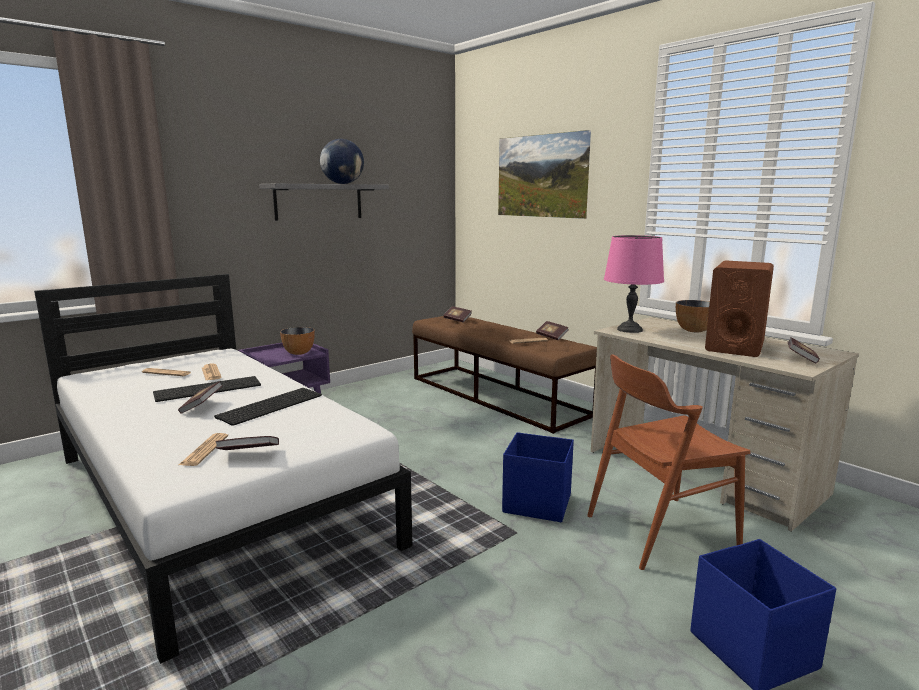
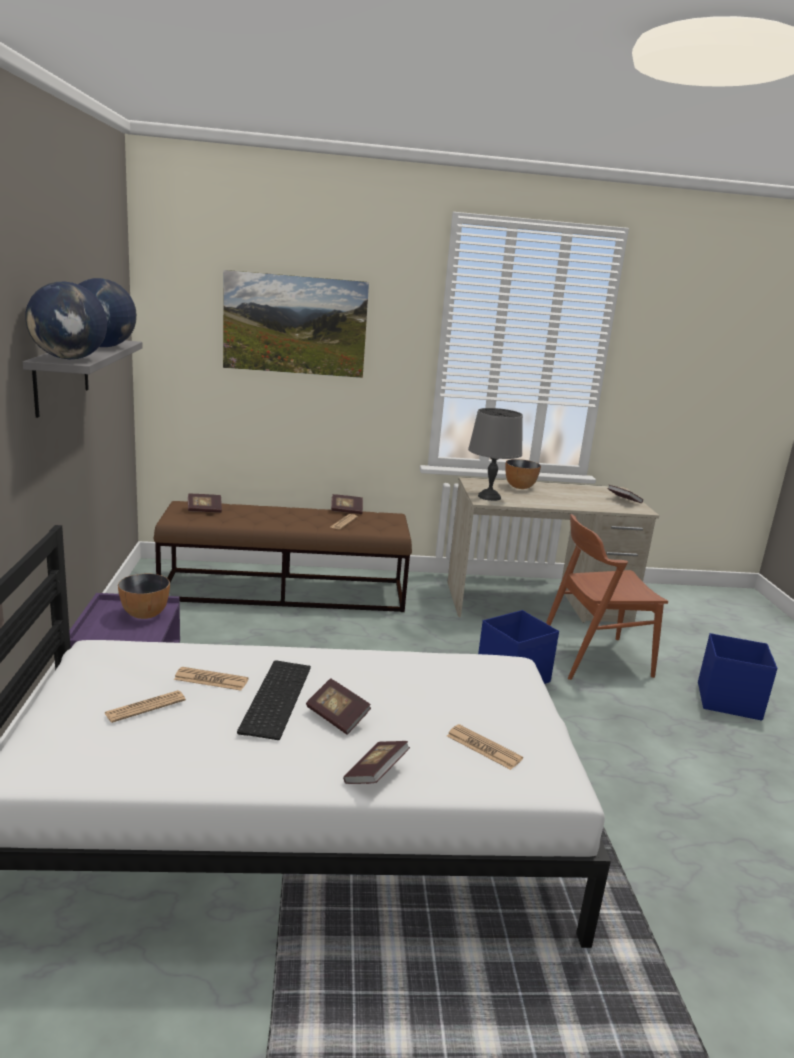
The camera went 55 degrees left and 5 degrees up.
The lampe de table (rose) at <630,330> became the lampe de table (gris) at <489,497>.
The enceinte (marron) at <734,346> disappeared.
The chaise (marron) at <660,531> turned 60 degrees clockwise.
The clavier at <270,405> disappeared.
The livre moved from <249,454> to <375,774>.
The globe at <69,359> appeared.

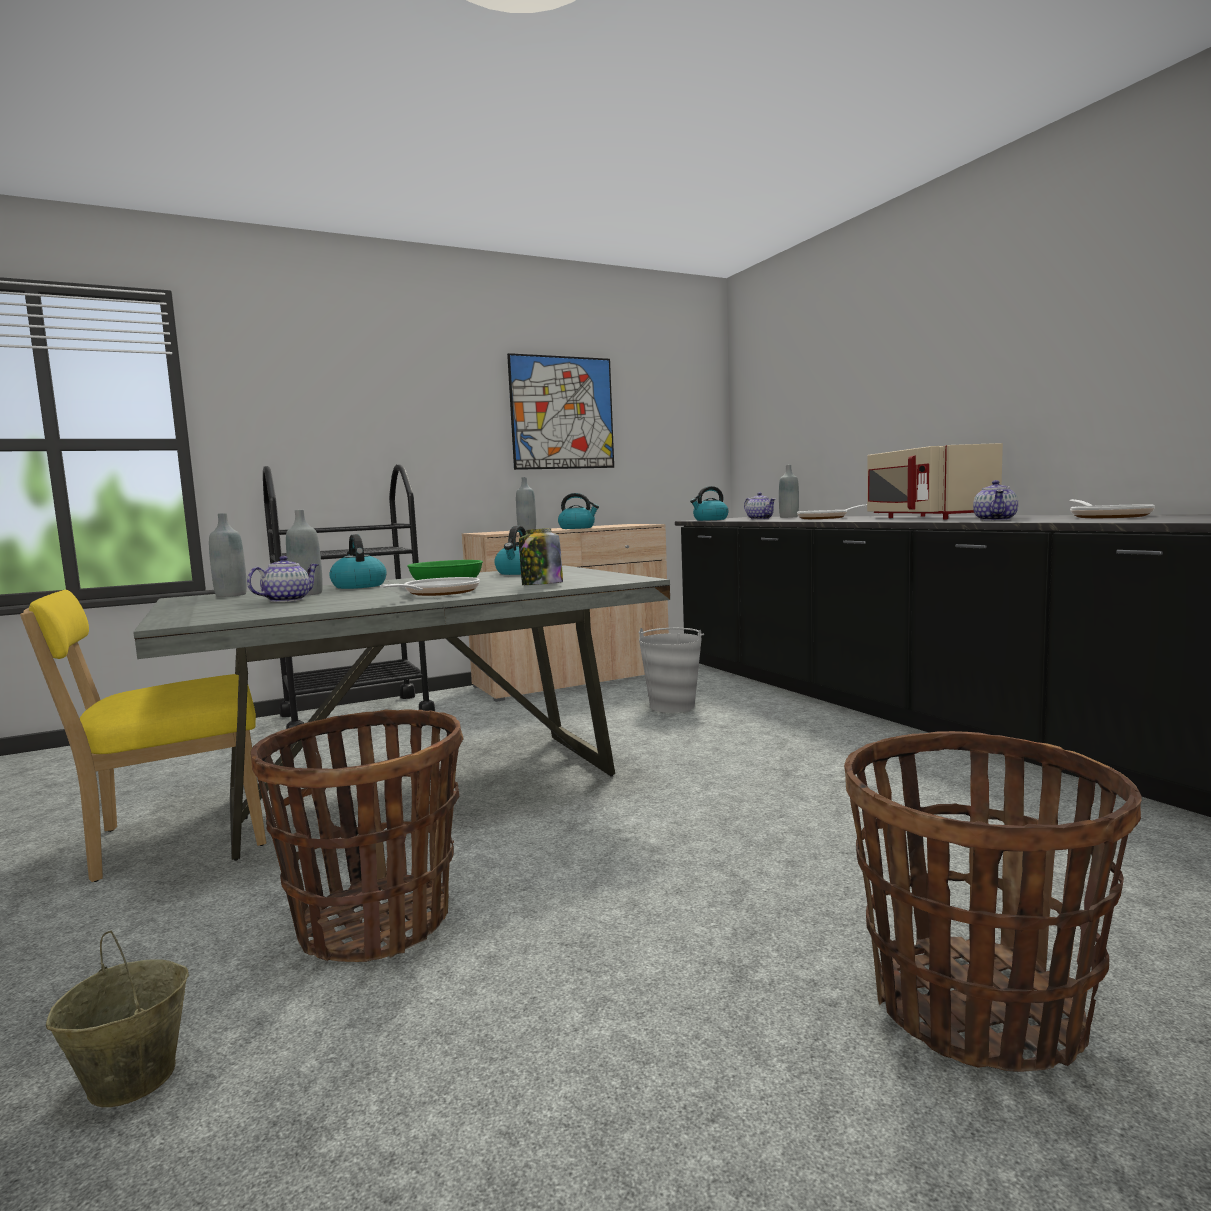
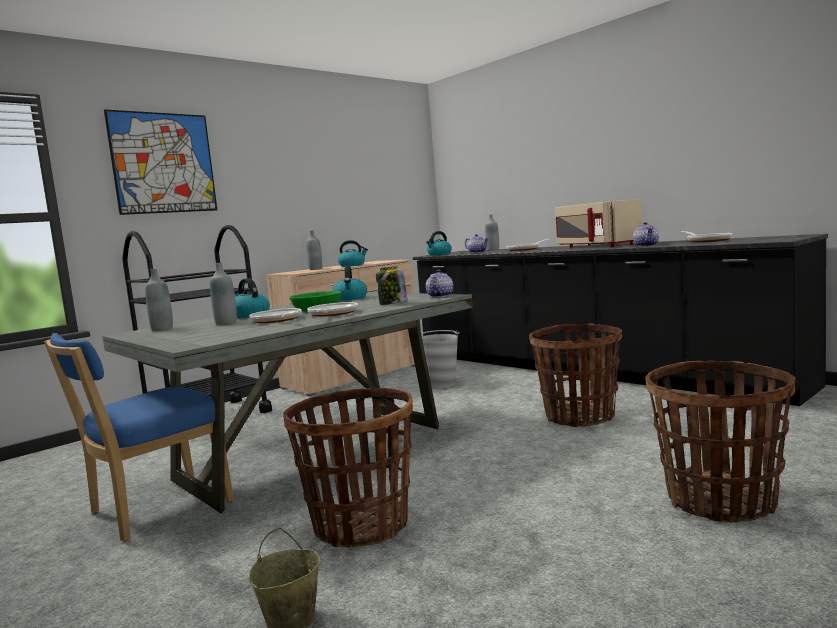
The camera went 15 degrees left and 0 degrees up.
The tableau moved from <562,413> to <163,163>.
The théière moved from <287,600> to <439,296>.
The chaise (jaune) at <172,839> became the chaise (bleu) at <154,510>.
The poêle at <277,320> appeared.
The panier at <579,417> appeared.

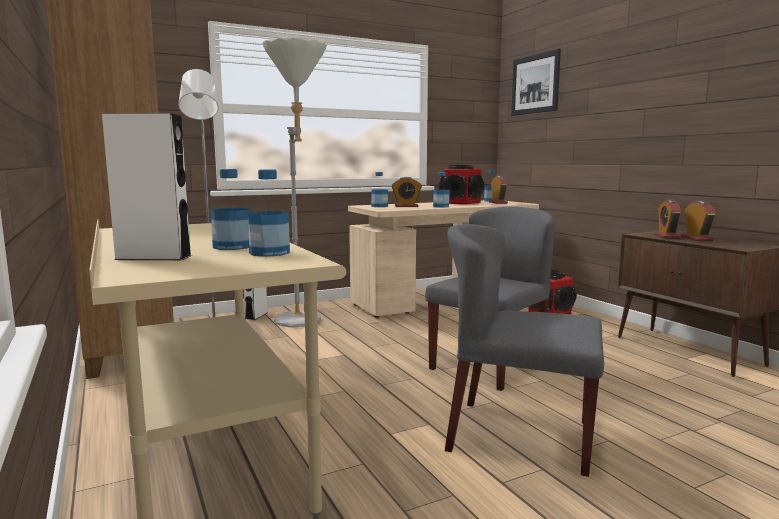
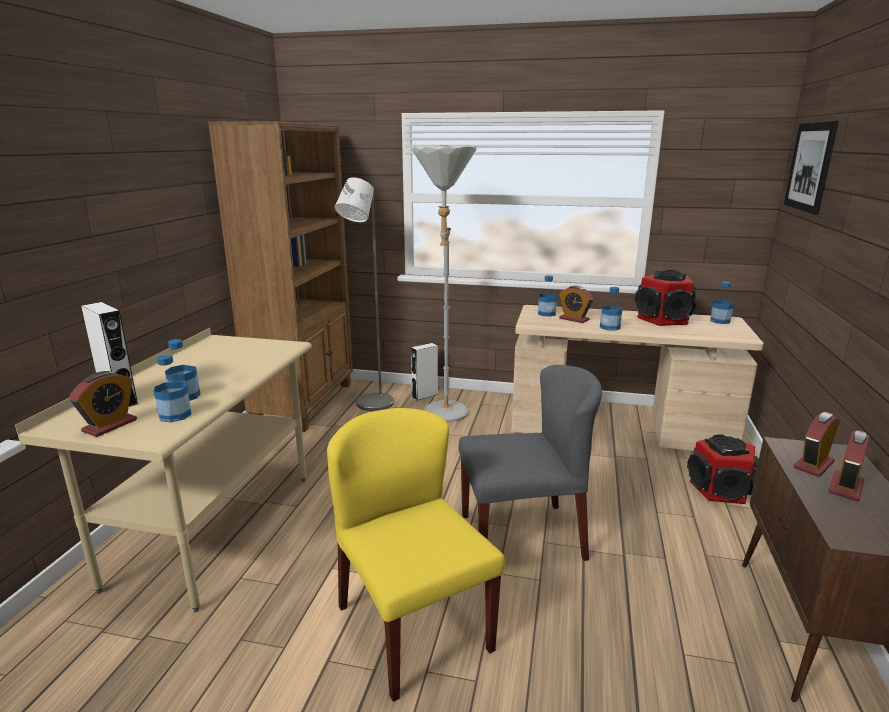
The camera went 40 degrees right and 10 degrees up.
The réveil moved from <498,203> to <110,425>.
The chaise (gris) at <519,435> became the chaise (jaune) at <413,626>.

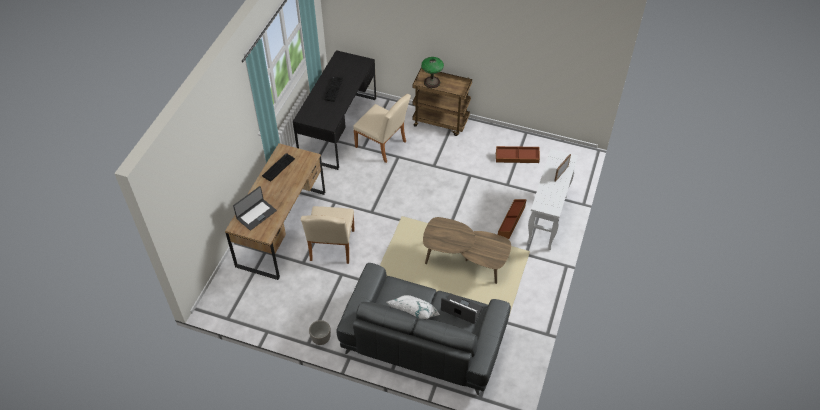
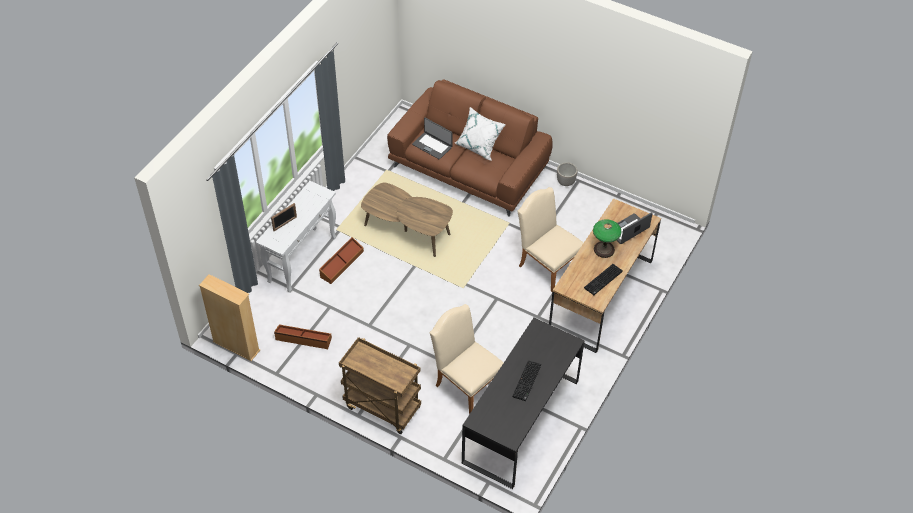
The camera went 170 degrees left and 0 degrees up.
The lampe de table moved from <432,82> to <604,249>.
The chaise (beige) at <331,248> turned 60 degrees counterclockwise.
The canapé (gris) at <423,340> became the canapé (marron) at <469,168>.
The bibliothèque (beige) at <236,346> appeared.

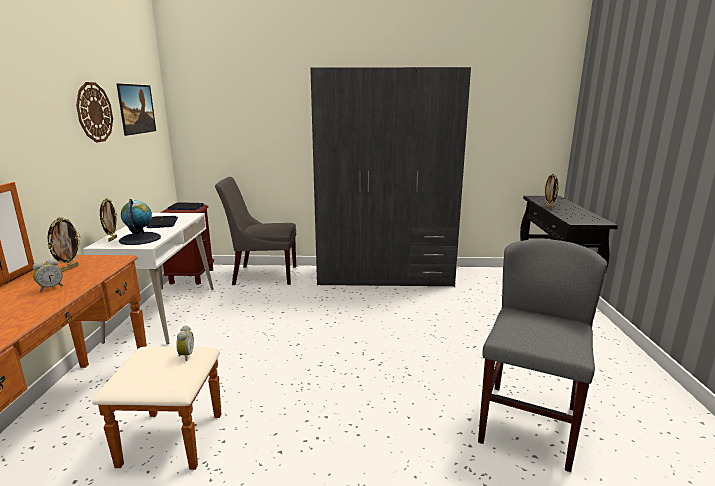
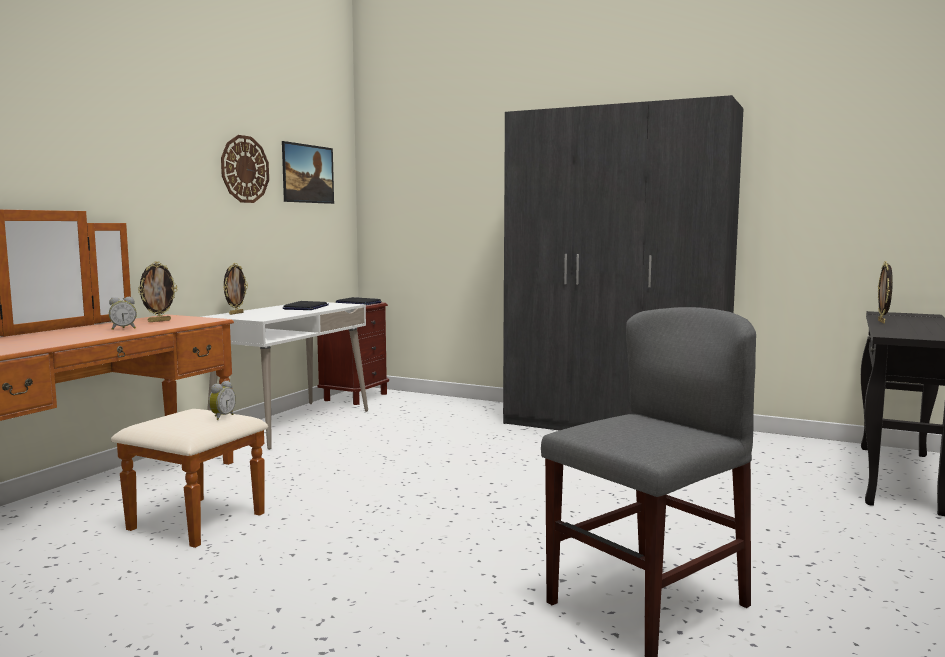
The camera went 25 degrees right and 10 degrees down.
The chaise (gris) at <262,275> disappeared.
The globe at <140,239> disappeared.

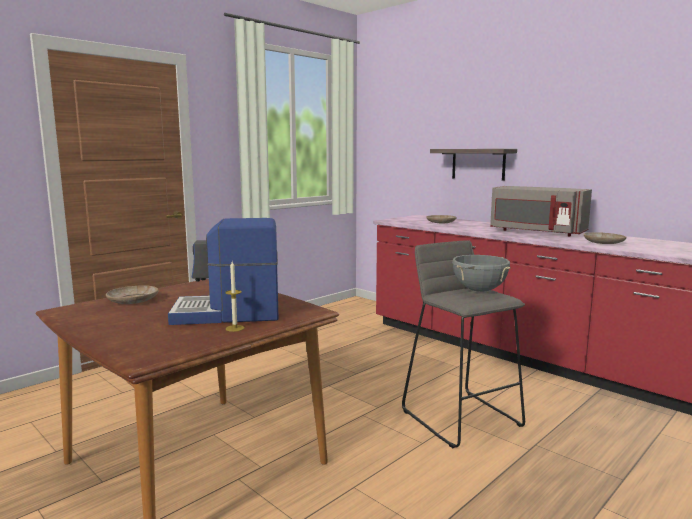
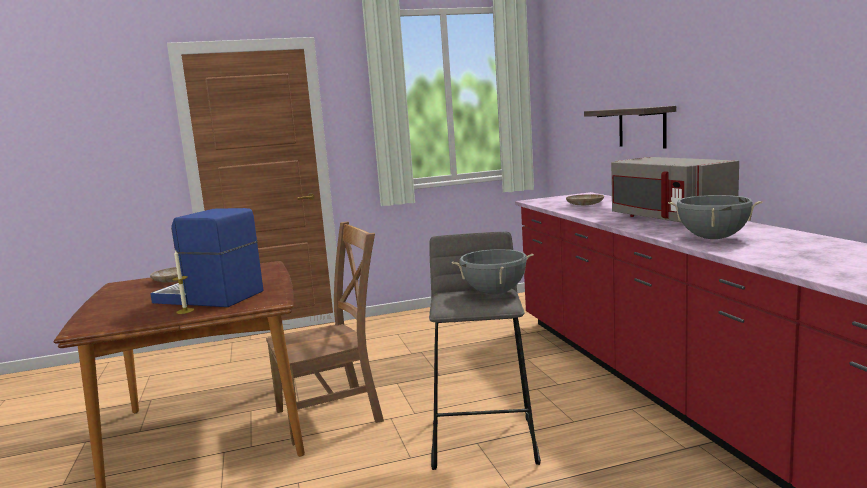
The camera went 30 degrees right and 0 degrees up.
The assiette (beige) at <603,242> was replaced by the marmite (gris) at <713,238>.
The chaise (marron) at <333,414> appeared.

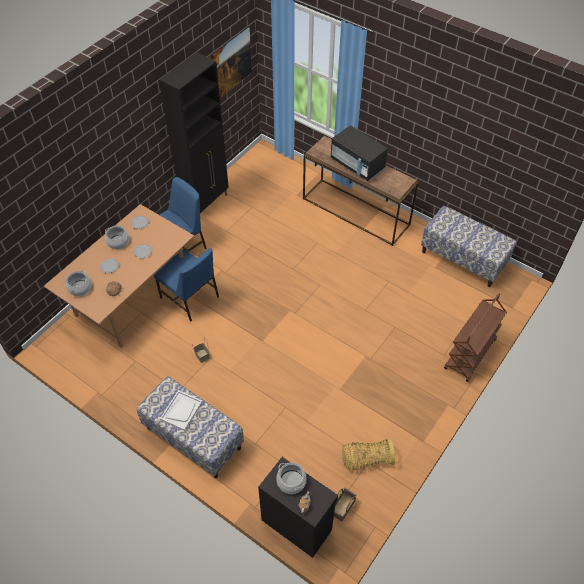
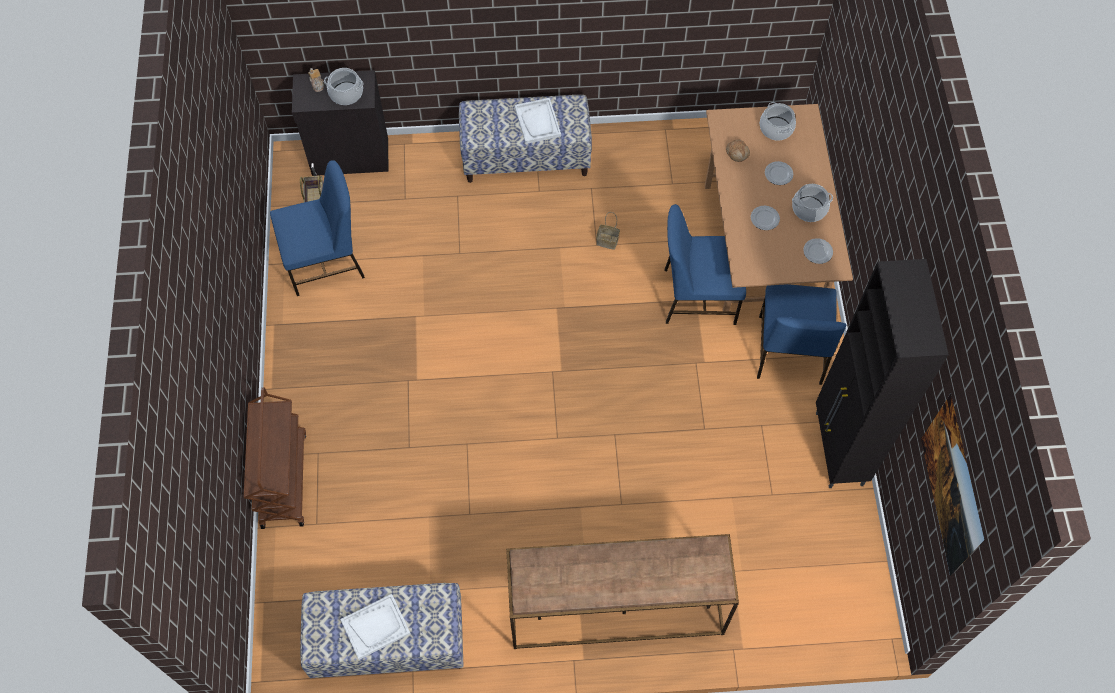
The camera went 140 degrees right and 10 degrees up.
The micro-ondes (noir) at <357,164> disappeared.
The panier at <366,459> was replaced by the chaise (bleu) at <326,261>.
The plateau (blanc) at <375,626> appeared.

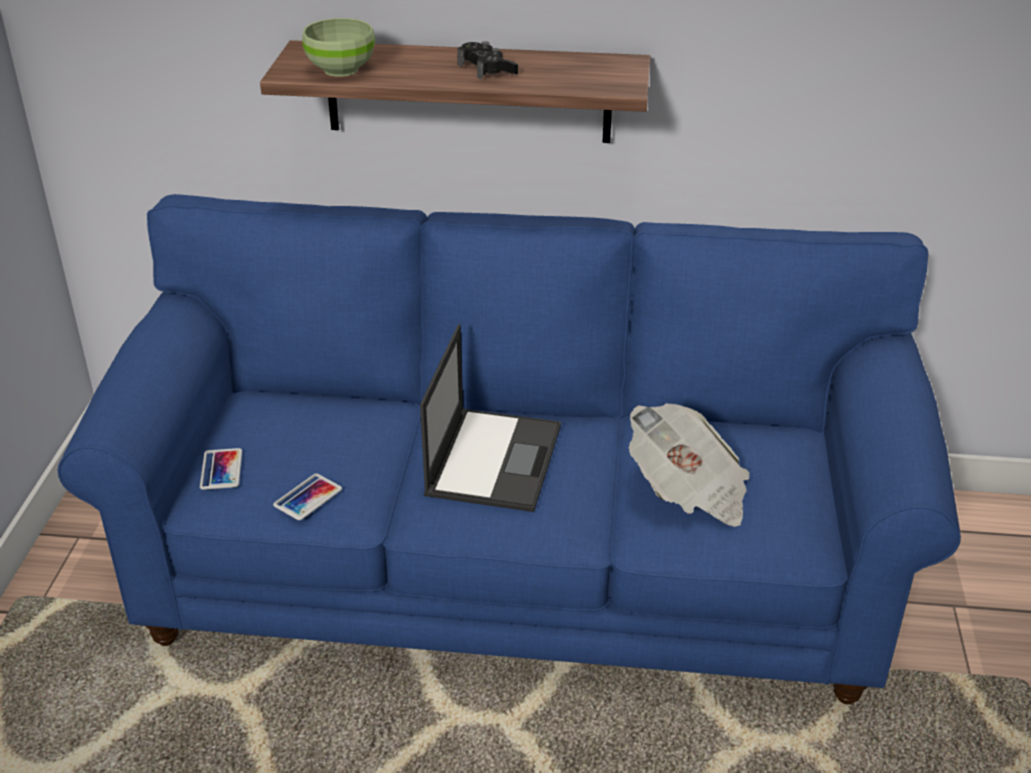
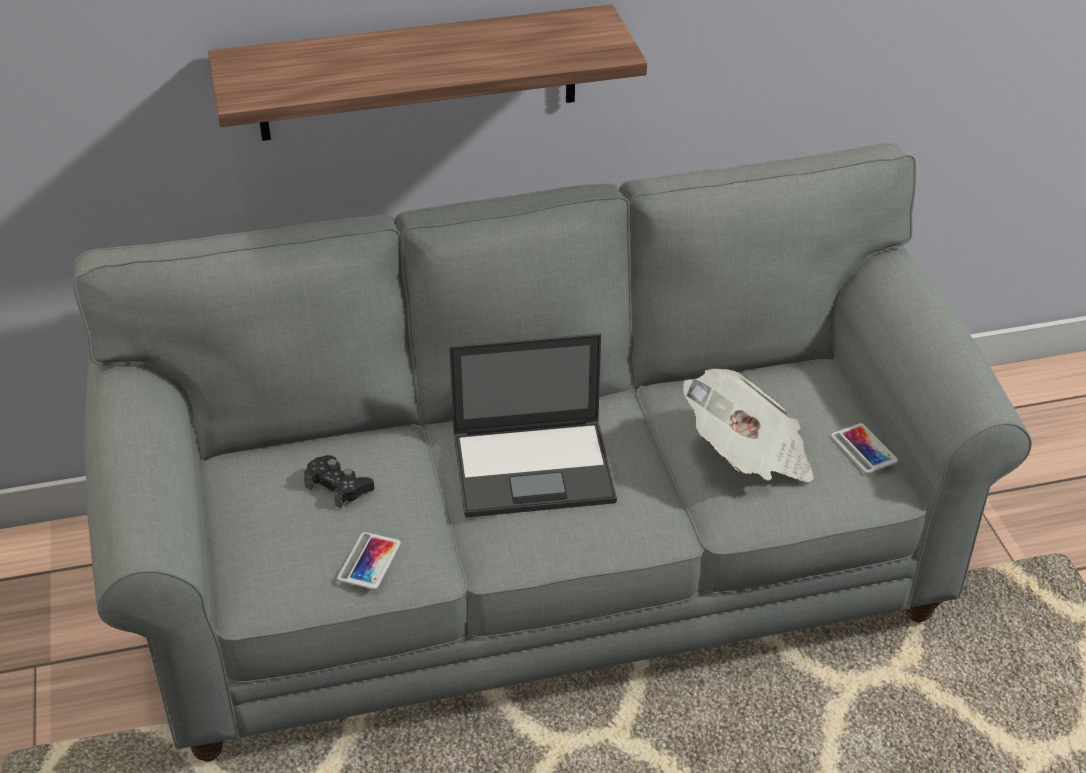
The camera went 20 degrees left and 5 degrees up.
The bol (vert) at <342,70> disappeared.
The manette (noir) moved from <487,69> to <338,486>.
The canapé (bleu) at <516,569> became the canapé (gris) at <543,571>.
The ordinateur portable at <494,459> turned 90 degrees clockwise.
The téléphone moved from <221,469> to <863,449>.

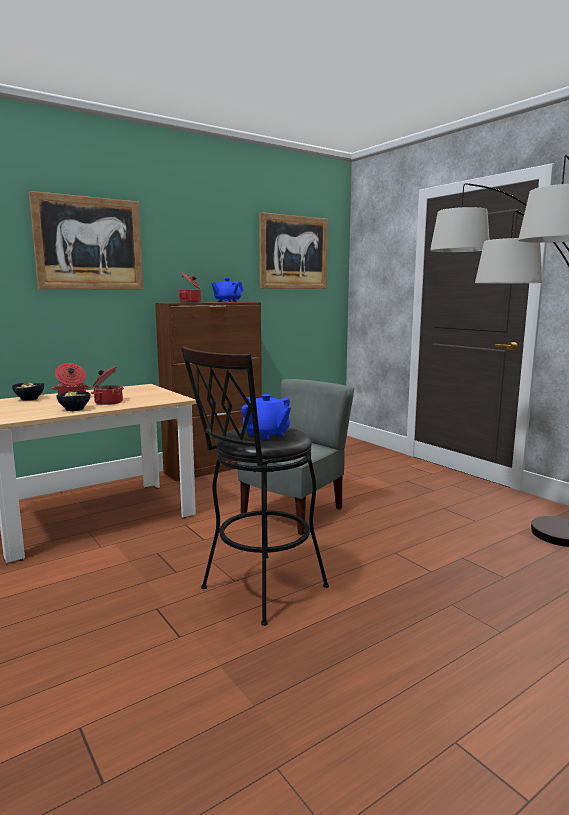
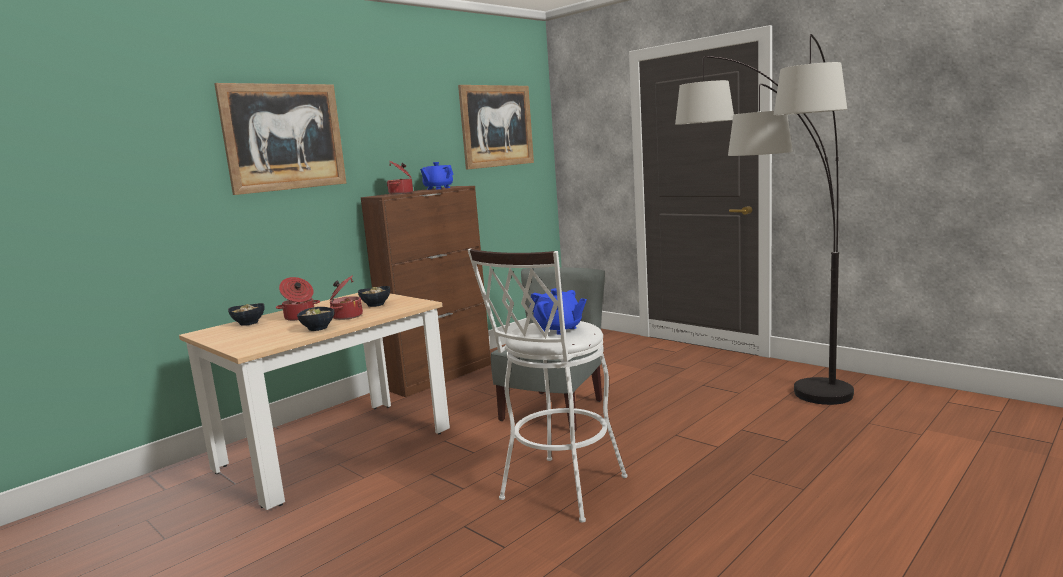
The camera went 10 degrees left and 0 degrees up.
The tabouret (noir) at <257,591> became the tabouret (blanc) at <558,492>.
The bol at <376,305> appeared.

